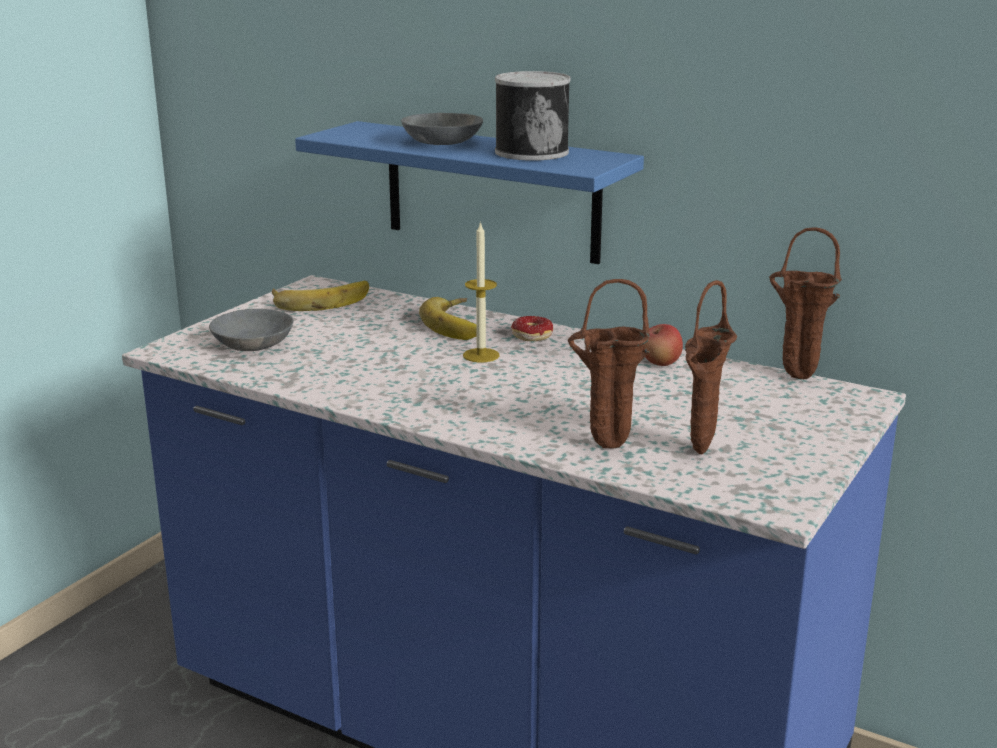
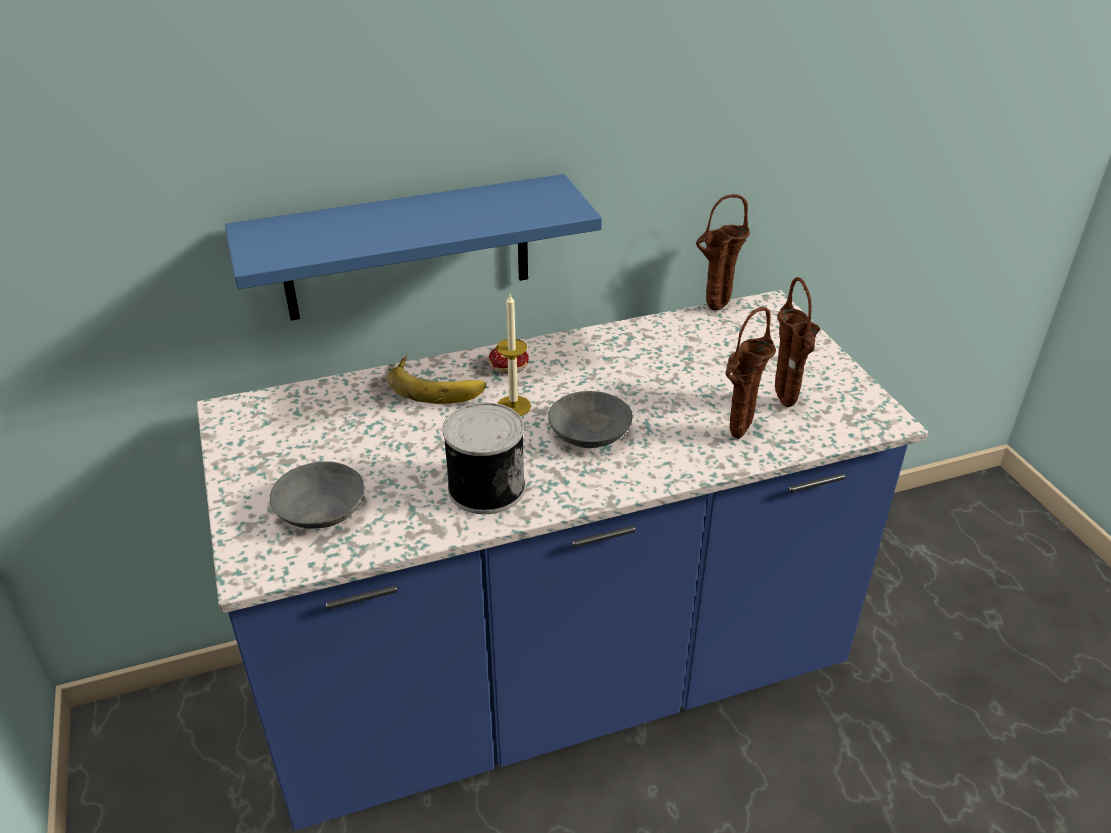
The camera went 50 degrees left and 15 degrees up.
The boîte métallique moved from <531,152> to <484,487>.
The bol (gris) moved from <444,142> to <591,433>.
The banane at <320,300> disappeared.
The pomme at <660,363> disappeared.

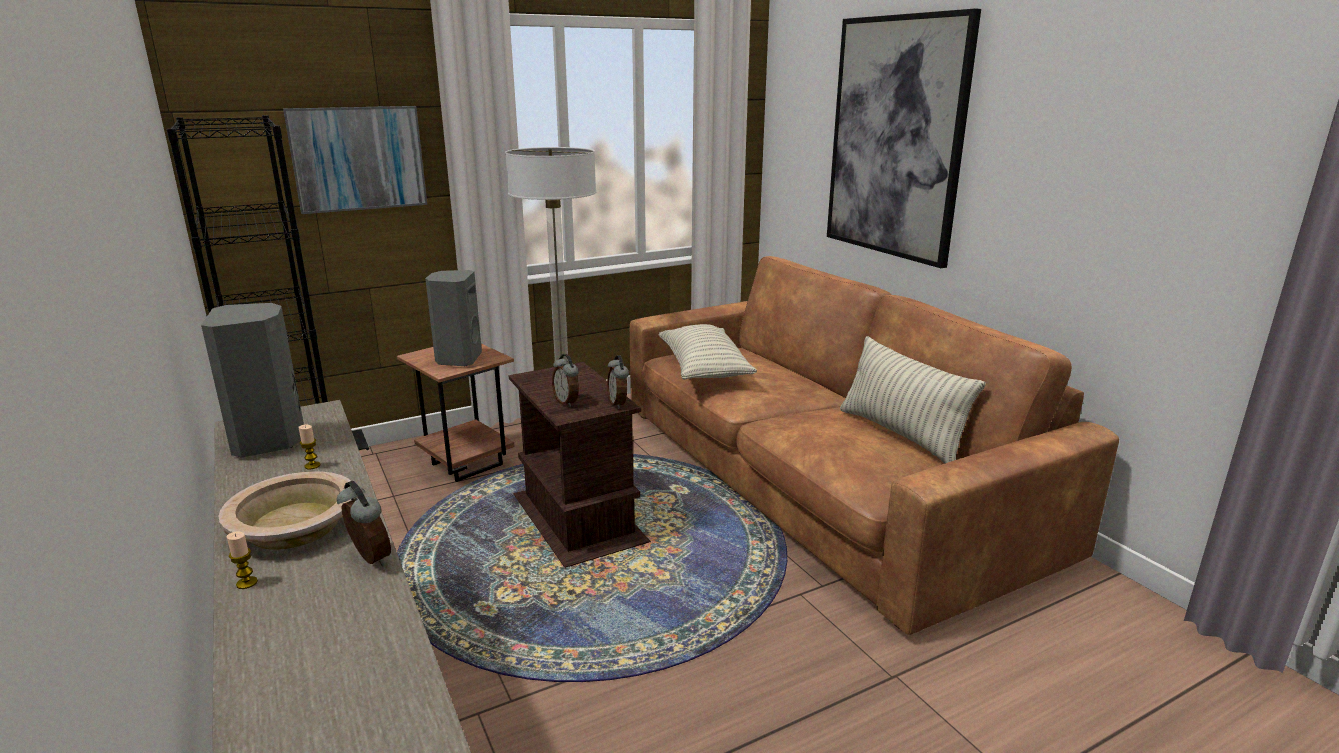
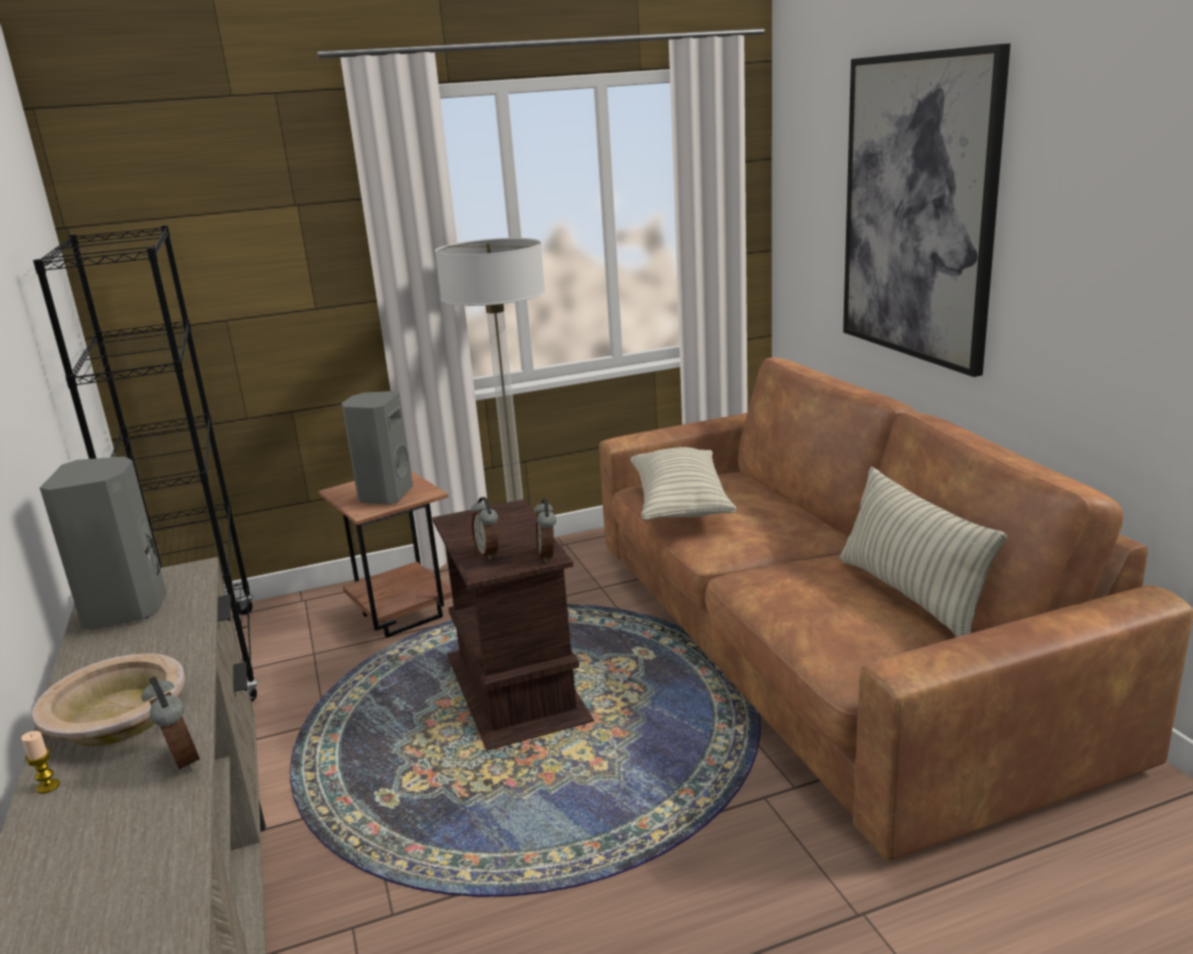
The camera went 10 degrees right and 0 degrees up.
The tableau at <358,158> disappeared.
The bougie at <312,466> disappeared.

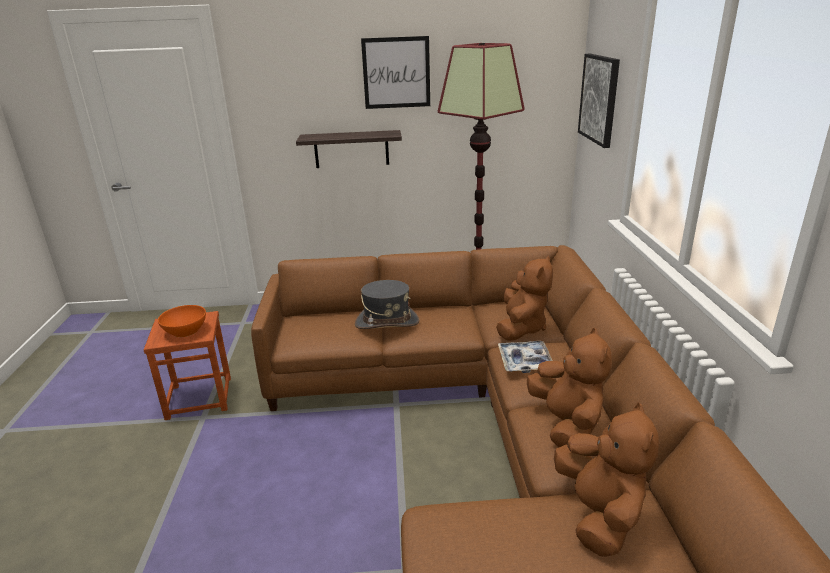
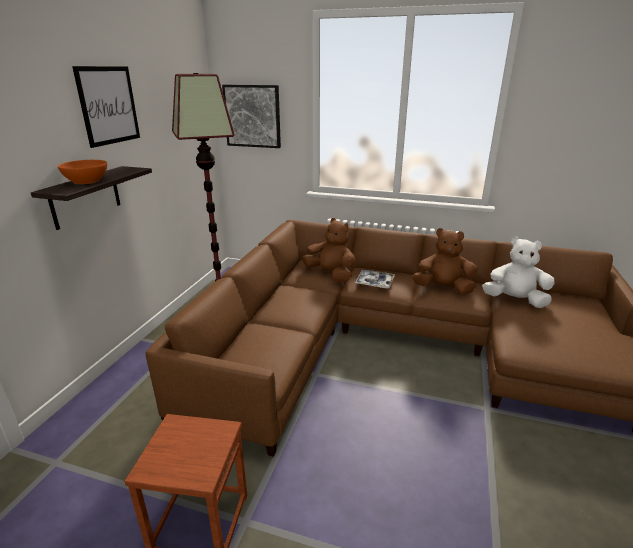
The camera went 70 degrees left and 0 degrees up.
The chapeau (gris) at <387,322> disappeared.
The bol (orange) moved from <185,330> to <87,181>.
The peluche (marron) at <599,514> became the peluche (blanc) at <515,300>.

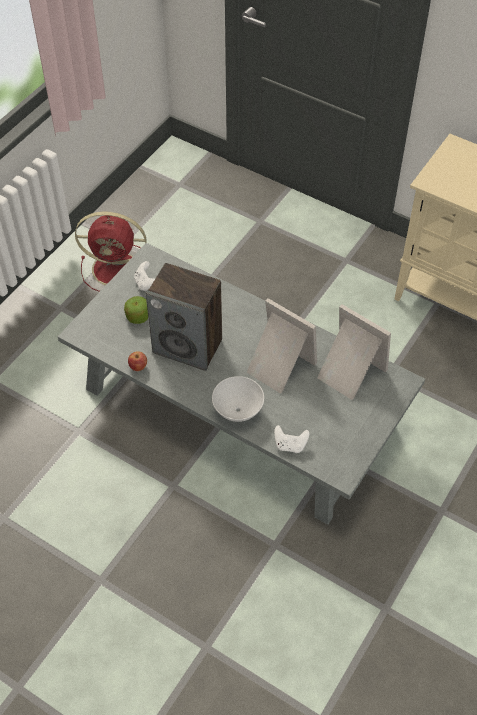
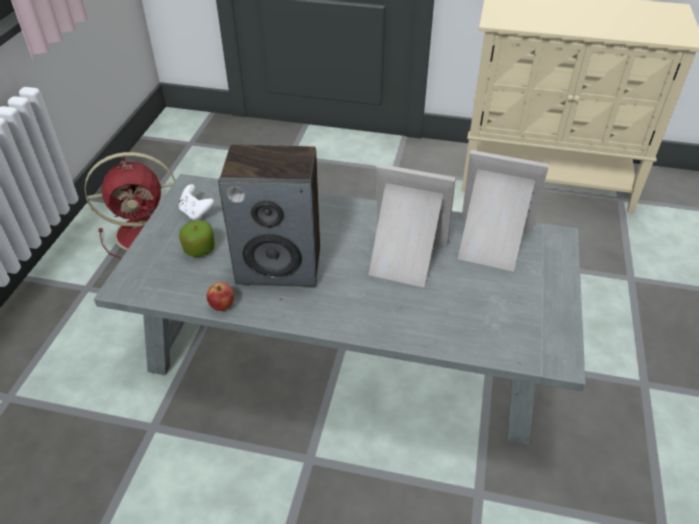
The camera went 20 degrees left and 10 degrees down.
The bol (blanc) at <237,410> disappeared.
The manette (blanc) at <290,445> disappeared.

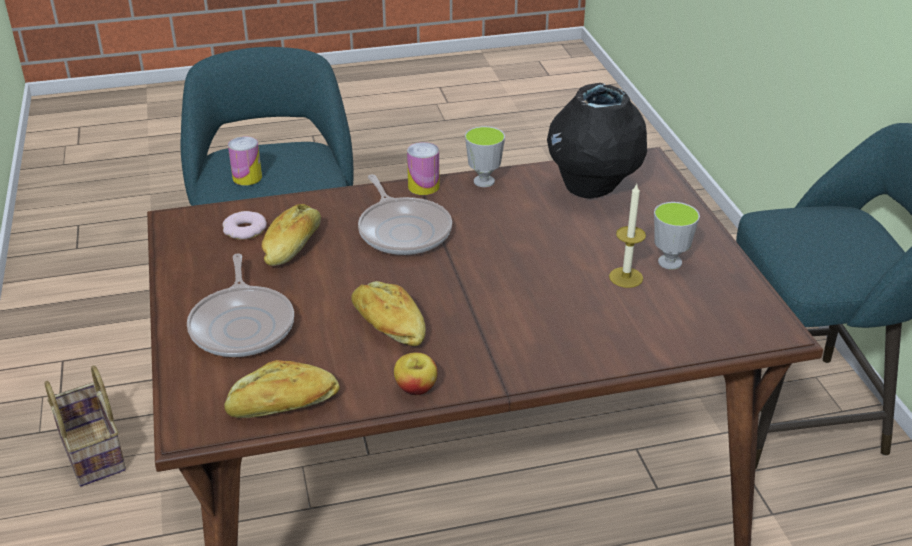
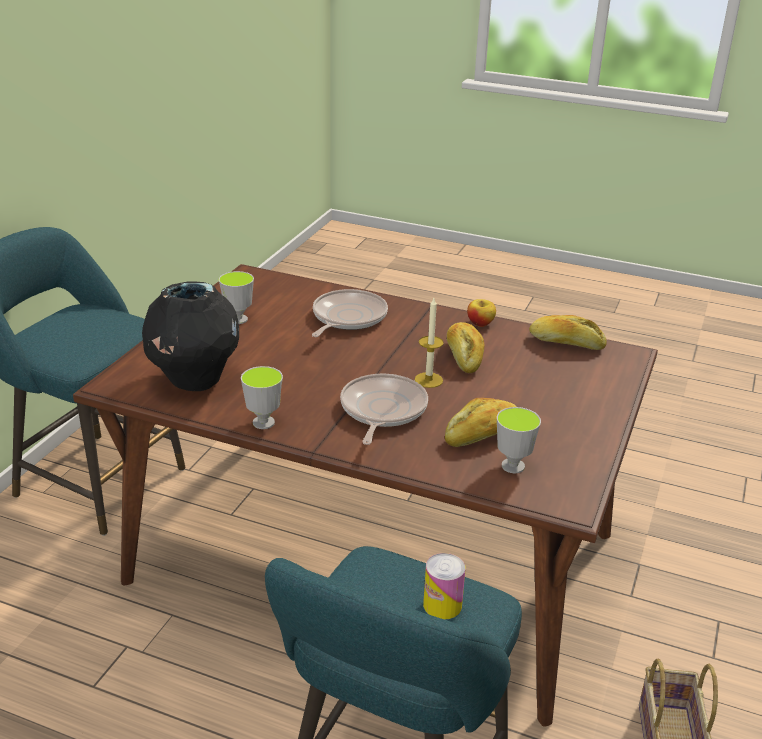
The camera went 145 degrees left and 5 degrees down.
The boîte métallique at <423,186> disappeared.
The bougie moved from <626,277> to <428,380>.
The beignet at <245,230> was replaced by the tasse at <513,466>.
The poêle moved from <243,325> to <347,318>.

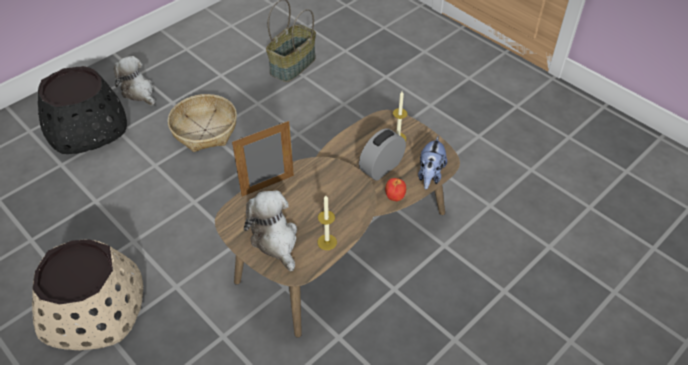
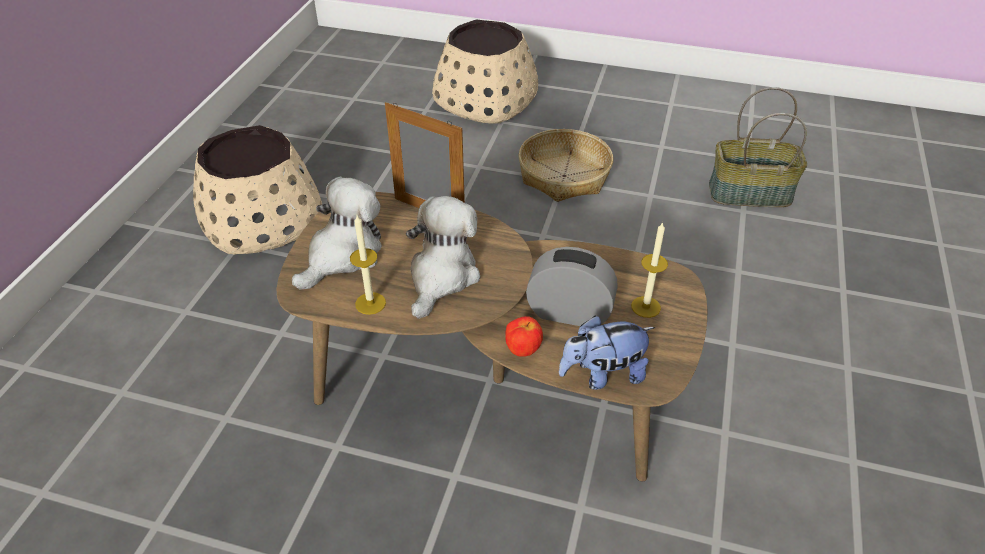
The camera went 60 degrees right and 5 degrees down.
The peluche moved from <139,92> to <442,276>.
The cache-pot (noir) at <87,129> became the cache-pot (beige) at <485,101>.

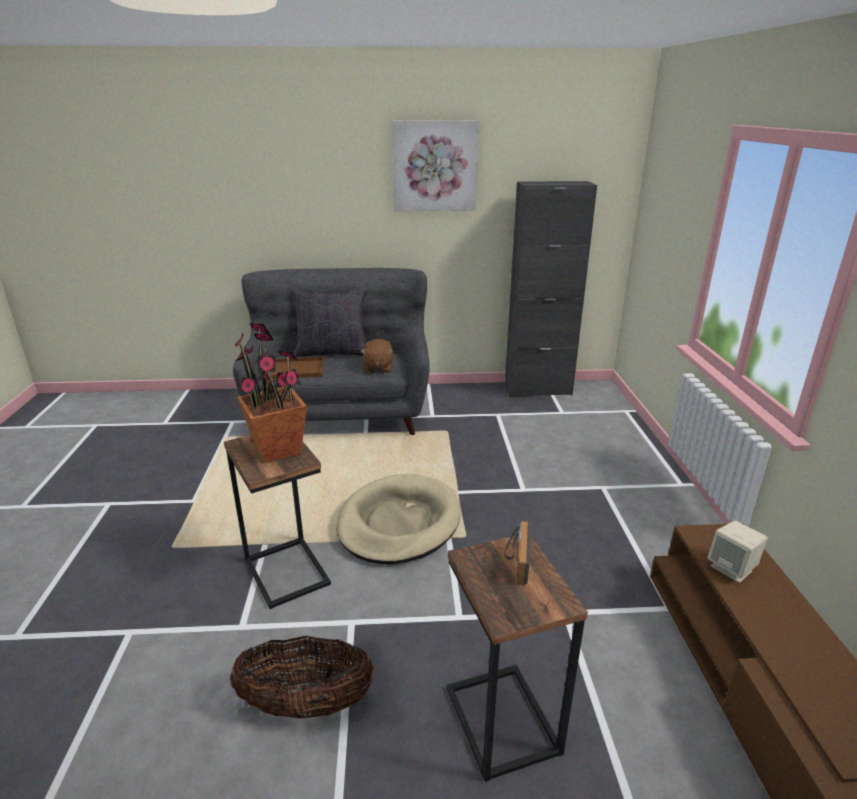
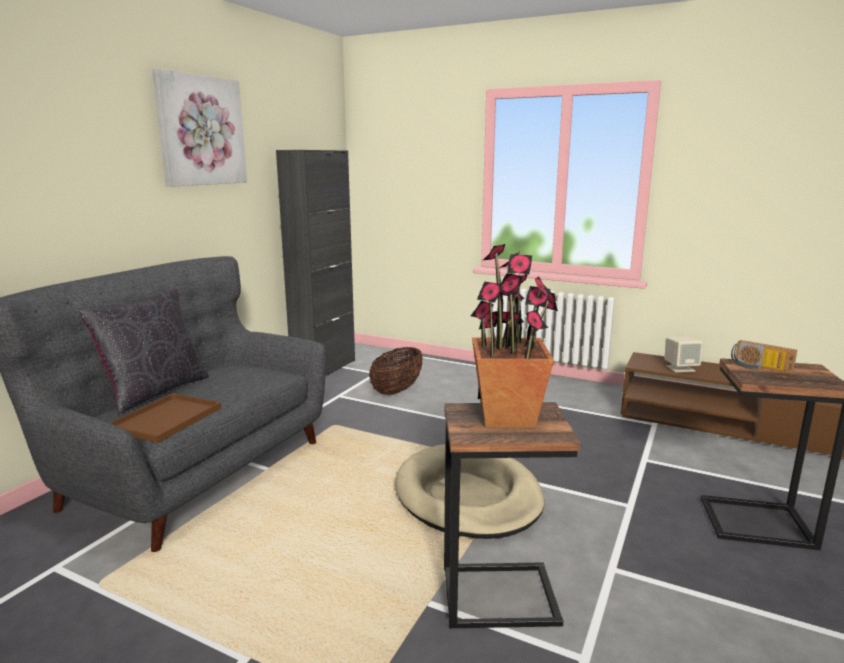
The camera went 60 degrees left and 10 degrees down.
The peluche (marron) at <378,368> disappeared.
The panier moved from <306,704> to <397,390>.

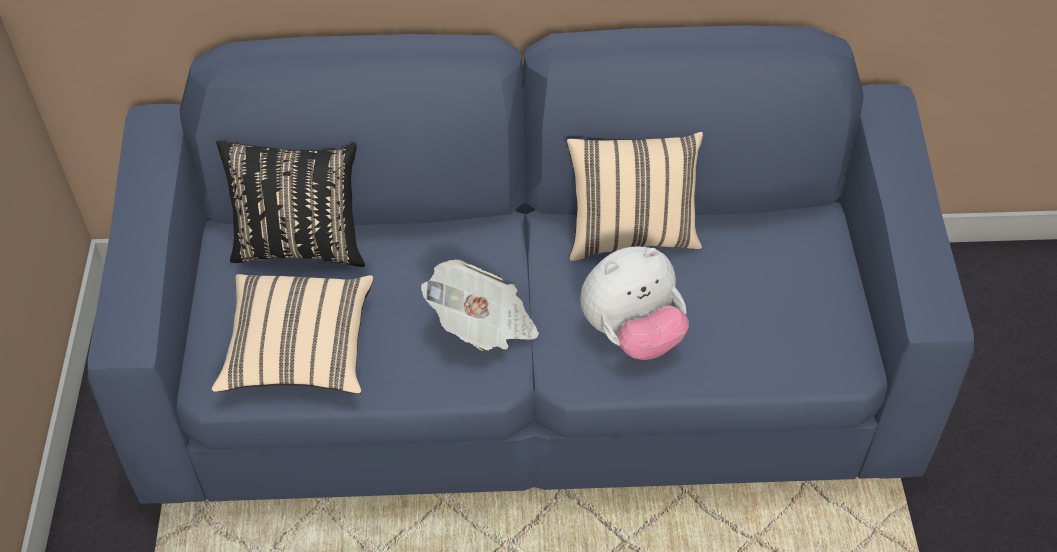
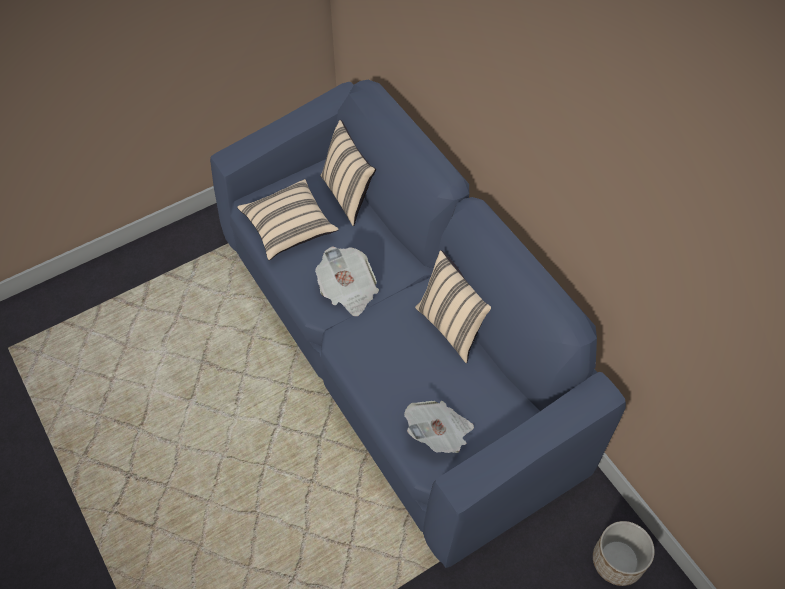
The camera went 60 degrees right and 5 degrees up.
The coussin (noir) at <301,245> became the coussin (beige) at <349,195>.
The peluche at <632,333> disappeared.
The journal at <439,433> appeared.
The cache-pot at <617,560> appeared.

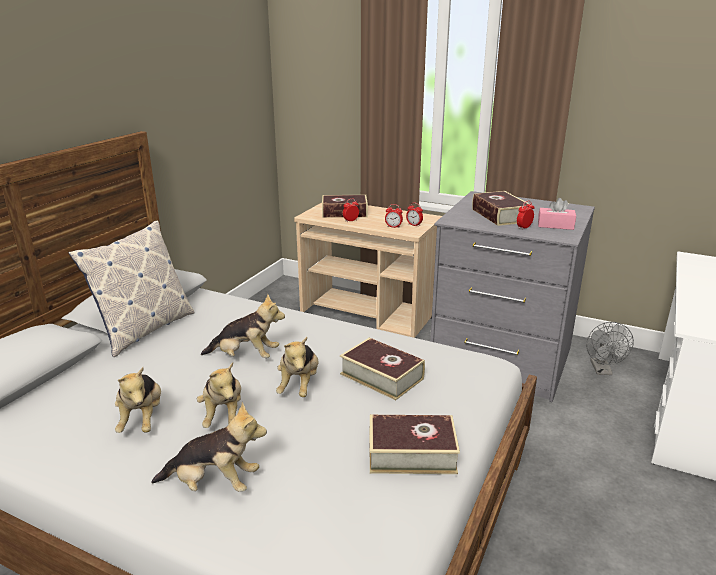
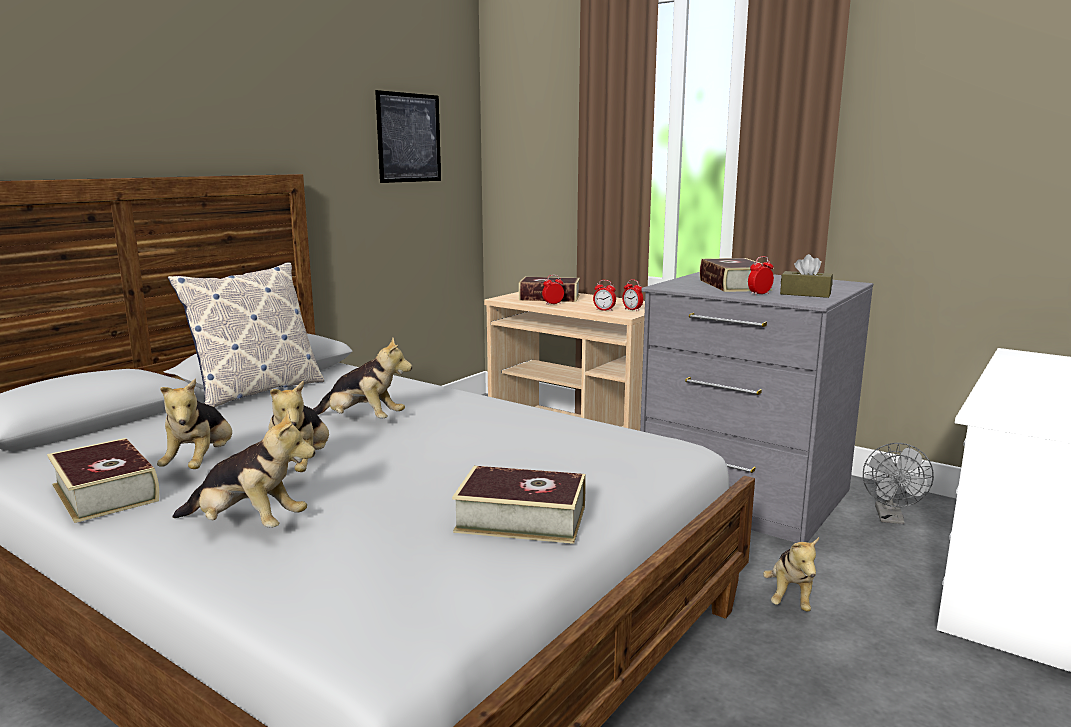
The camera went 10 degrees right and 10 degrees down.
The boîte à mouchoirs (rose) at <555,225> became the boîte à mouchoirs (marron) at <805,294>.
The peluche moved from <299,385> to <790,598>.
The livre moved from <381,376> to <105,493>.
The tableau at <409,138> appeared.

